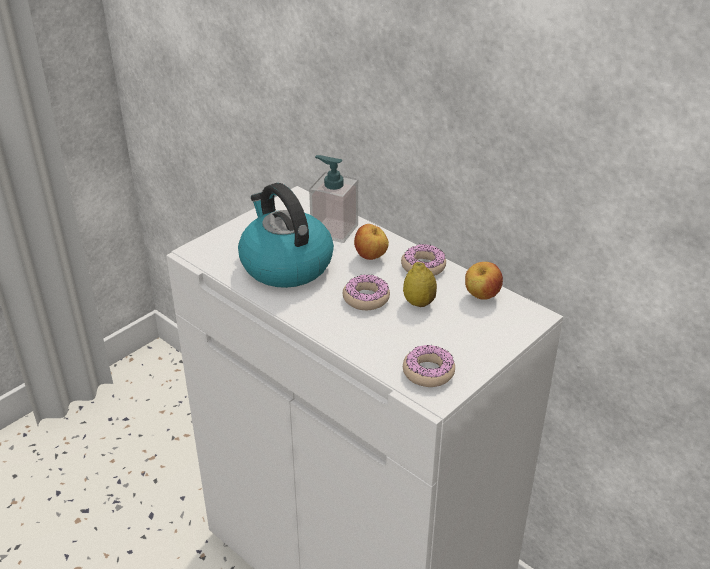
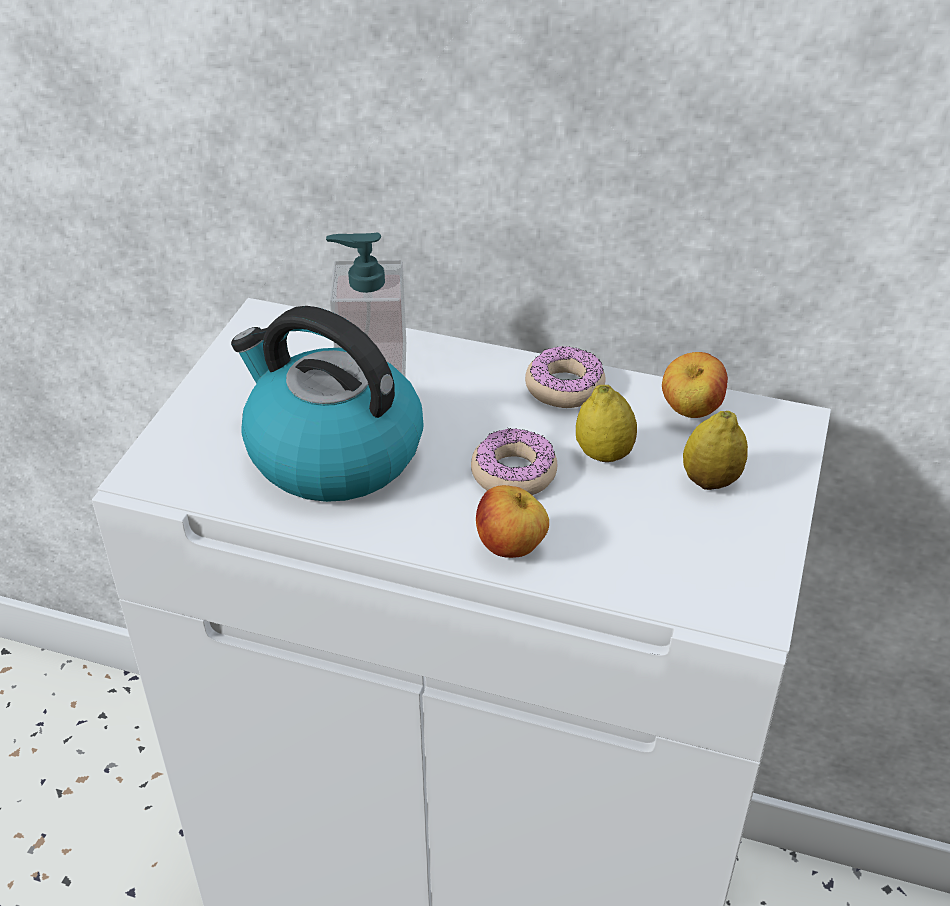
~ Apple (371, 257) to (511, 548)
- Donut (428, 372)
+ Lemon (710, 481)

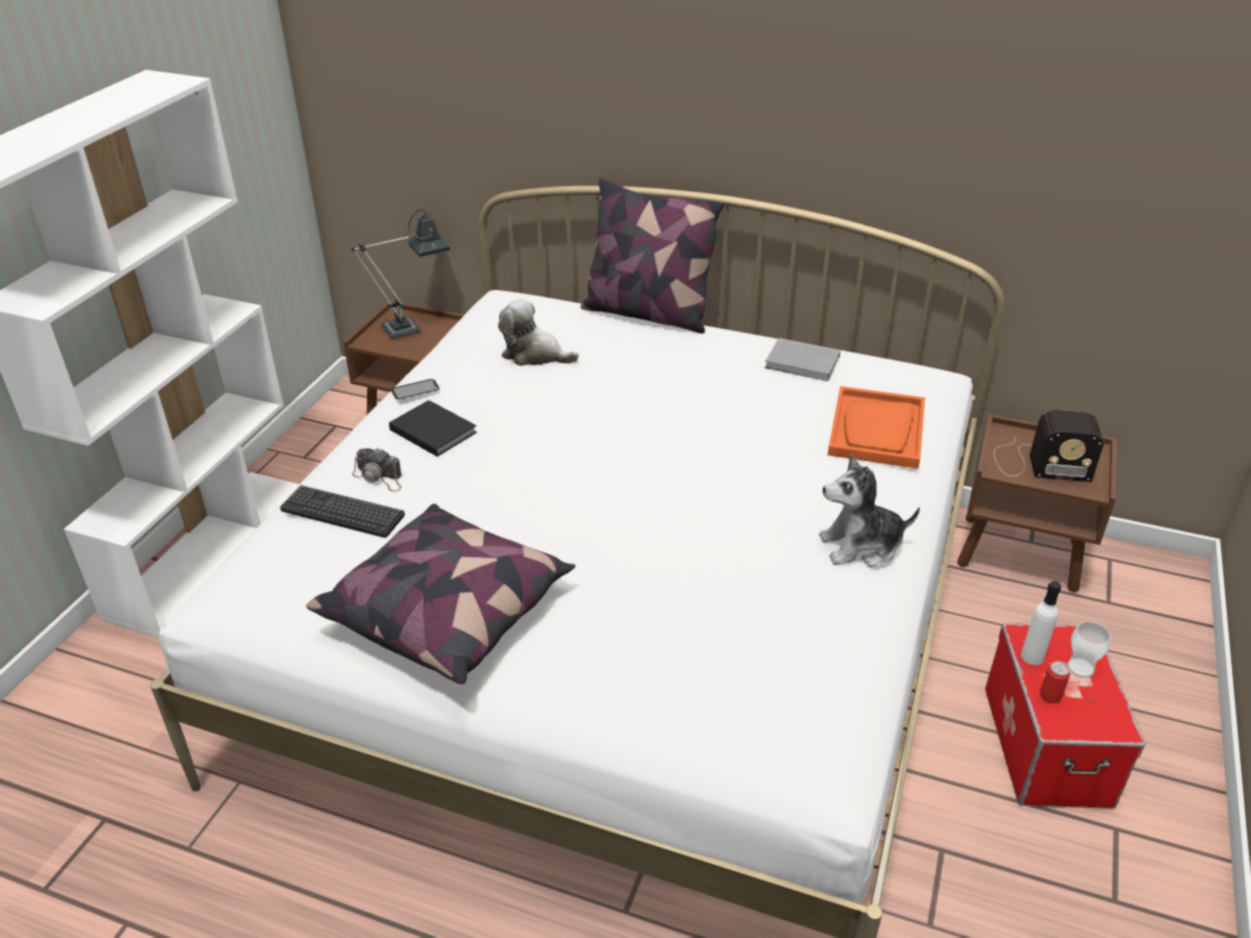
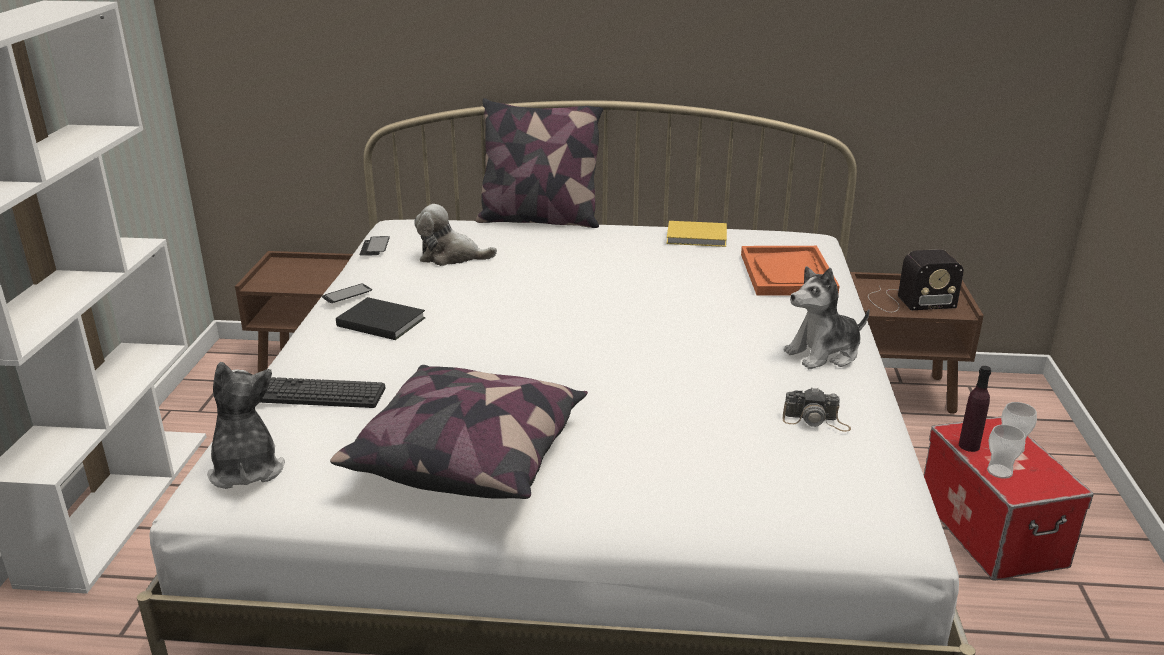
- TableLamp (410, 327)
~ PhotoCamera (379, 477) to (816, 421)
~ GreyBook (803, 363) to YellowBook (698, 237)
~ WhiteBottle (1032, 657) to PurpleBottle (969, 446)
~ Can (1050, 696) to Cup (999, 471)
+ PlushToy (246, 469)
+ Phone (374, 247)

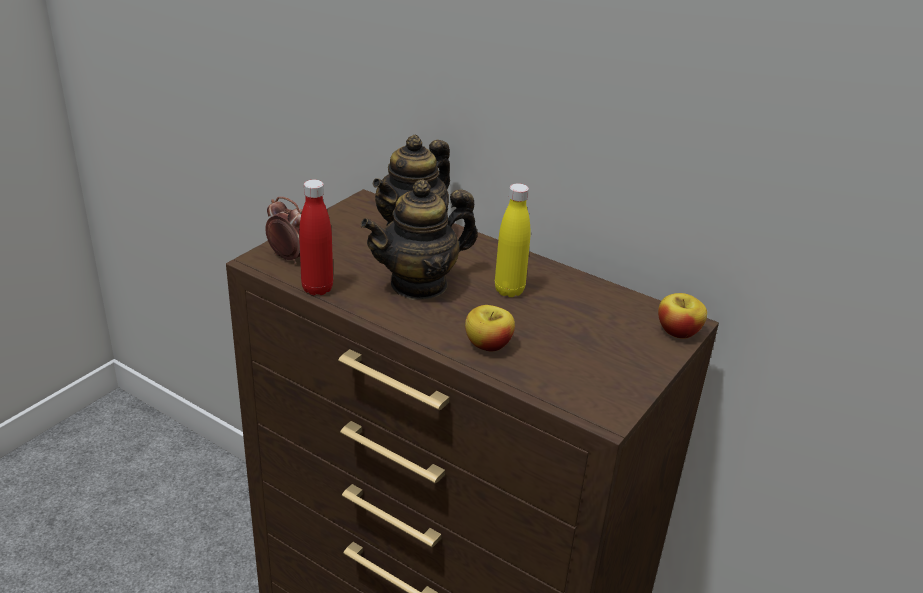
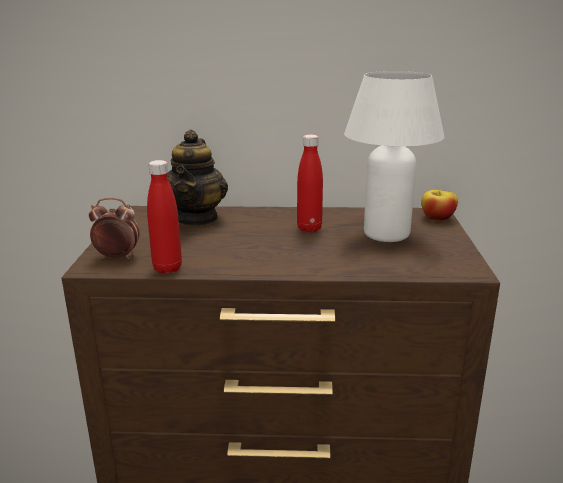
- Teapot (419, 284)
- Apple (488, 345)
~ YellowBottle (509, 290) to RedBottle (309, 228)
+ WhiteTableLamp (386, 234)

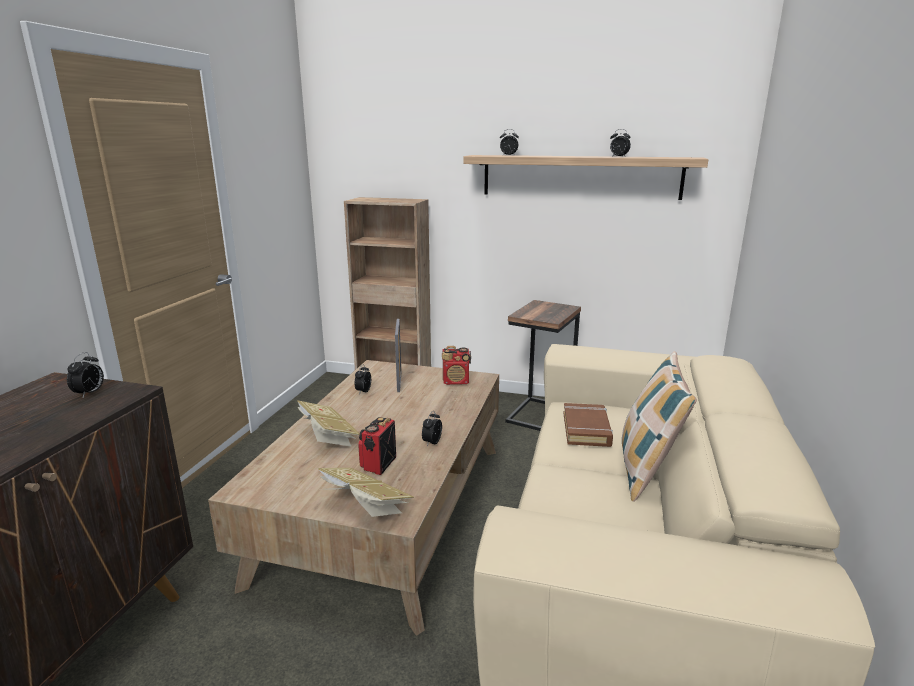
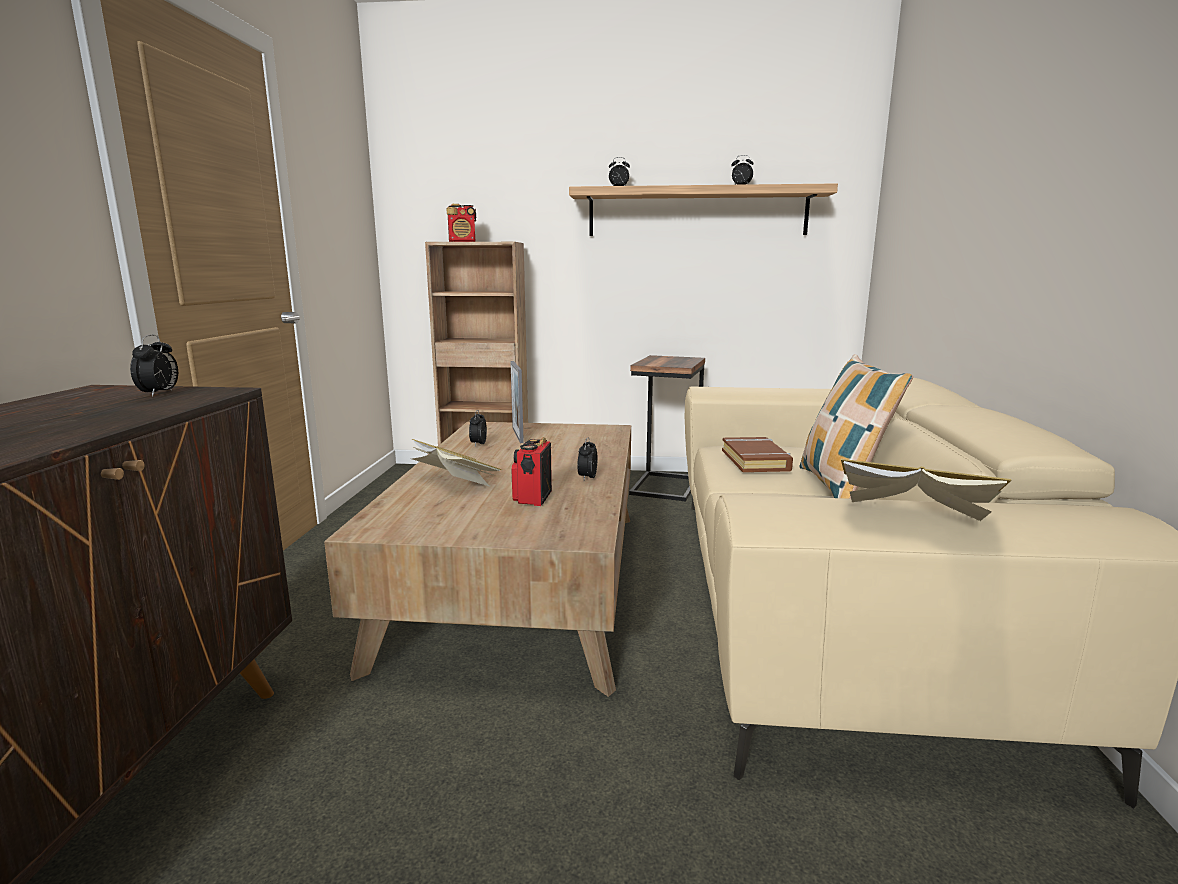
~ Book (364, 507) to (913, 519)
~ Radio (456, 382) to (462, 241)

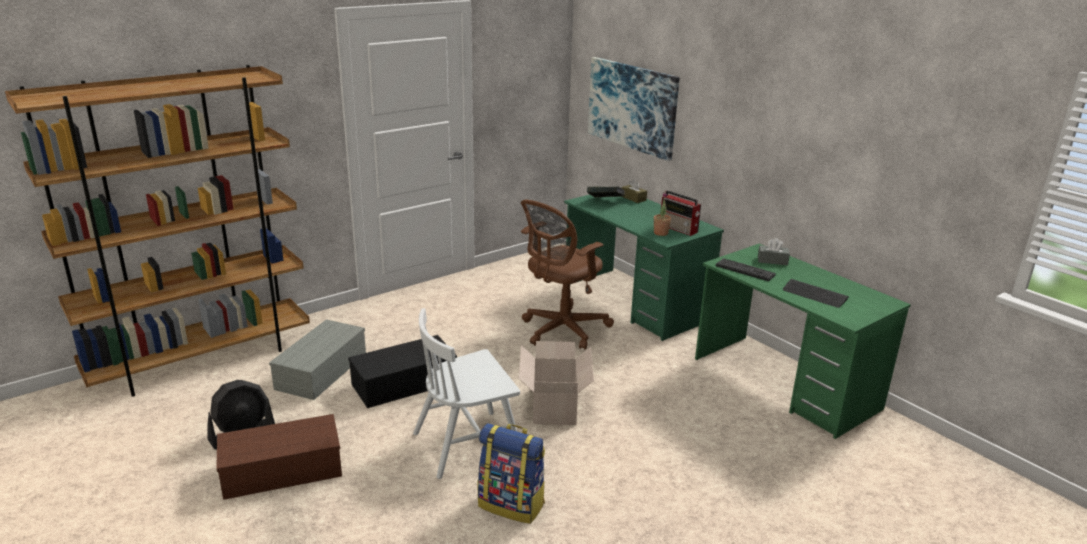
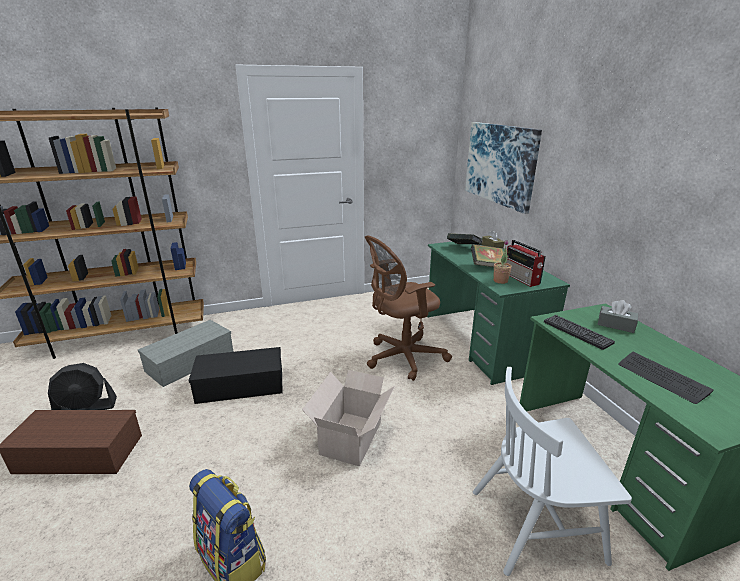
~ WhiteChair (467, 444) to (536, 524)
+ Book (487, 266)

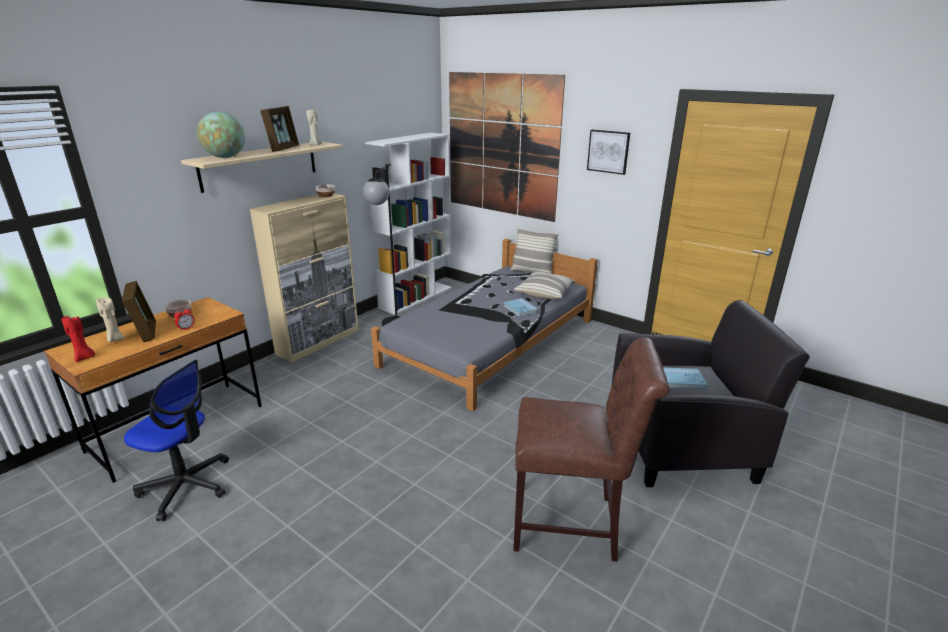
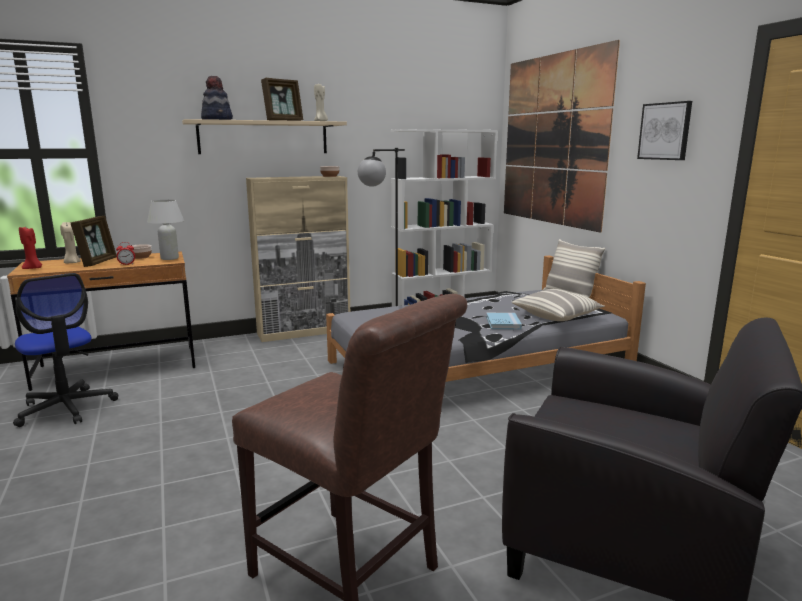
~ Globe (225, 157) to Hat (217, 119)
- BlueBook (681, 380)
+ WhiteTableLamp (169, 258)

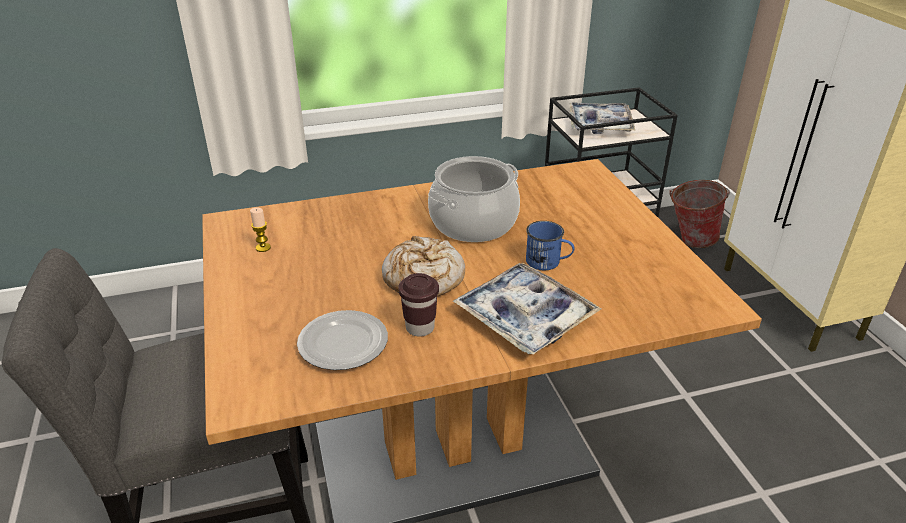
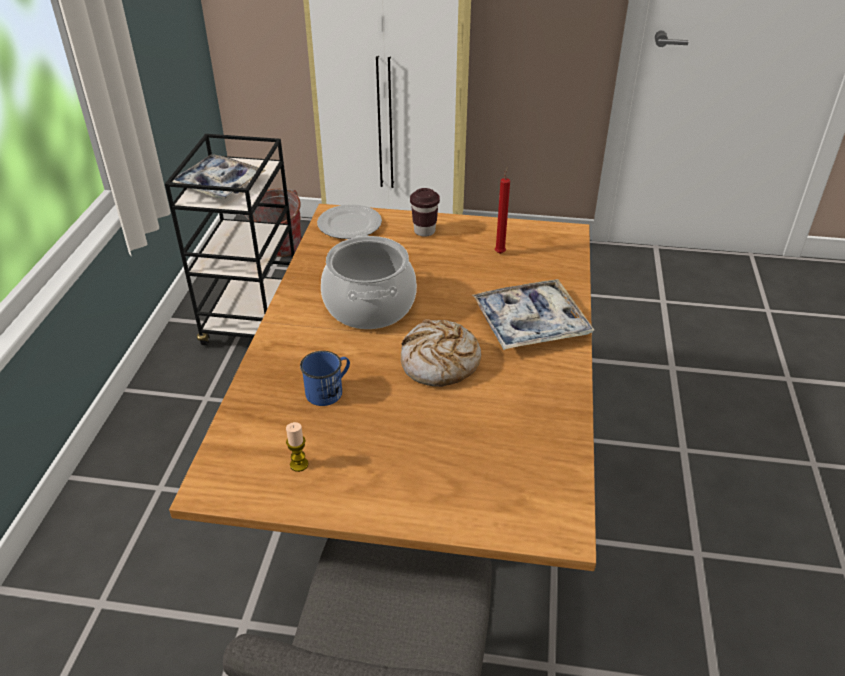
~ Plate (344, 343) to (349, 225)
~ BrownCup (420, 328) to (424, 231)
~ BlueMug (548, 262) to (329, 390)
+ RedCandle (500, 252)

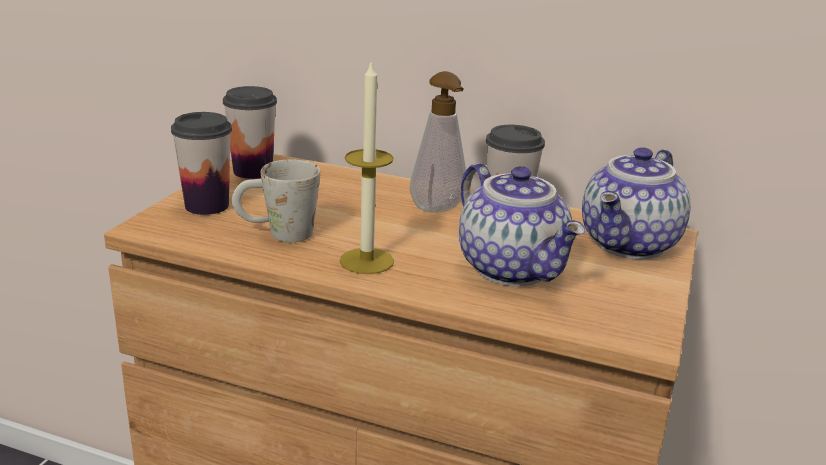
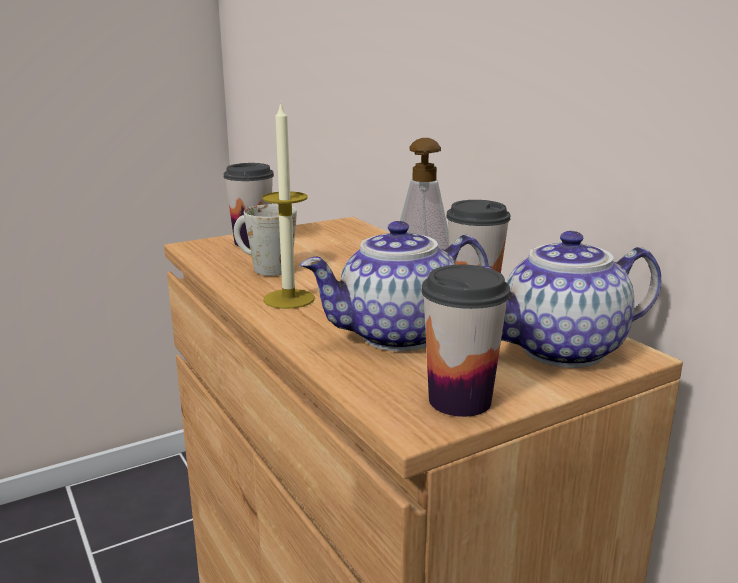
~ Cup (253, 171) to (459, 400)
~ Teapot (514, 269) = (398, 336) 60 degrees clockwise

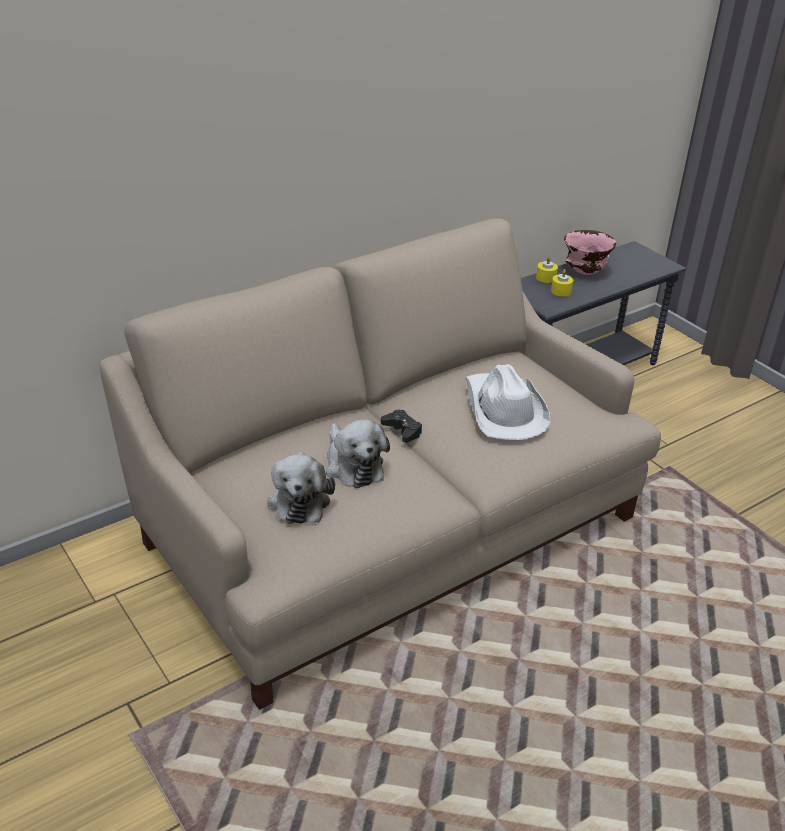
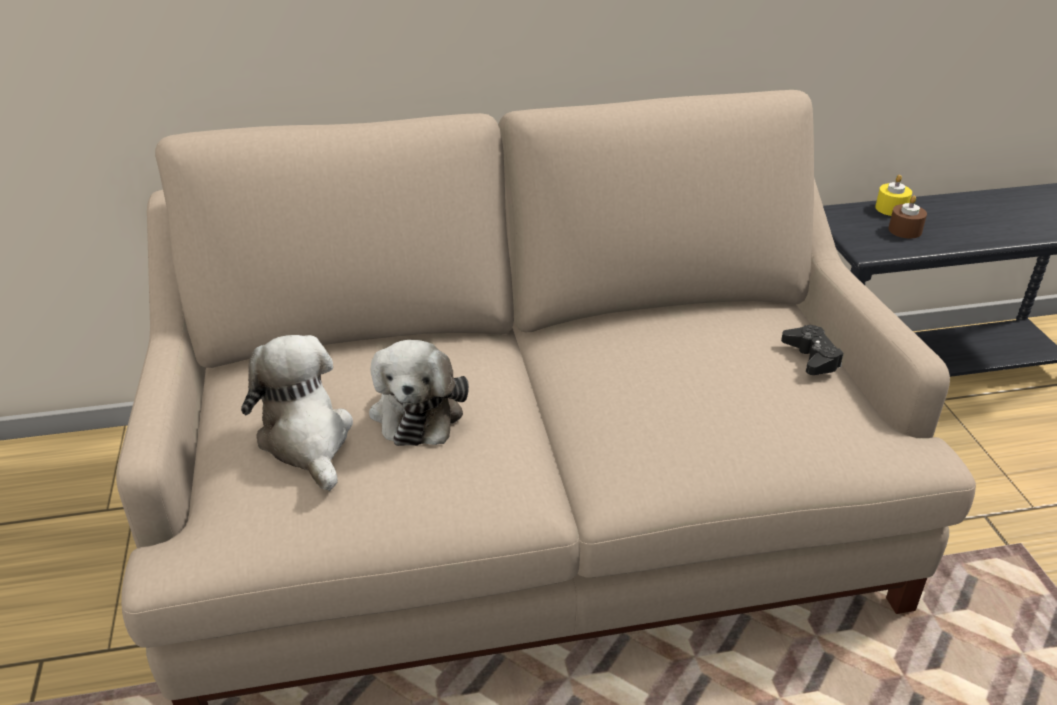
~ PlushToy (299, 499) = (307, 440) 135 degrees clockwise
~ BlackGameController (402, 430) to (812, 357)
- WhiteHat (503, 409)
~ YellowCandle (561, 291) to BrownCandle (905, 230)
- PinkBowl (584, 272)

